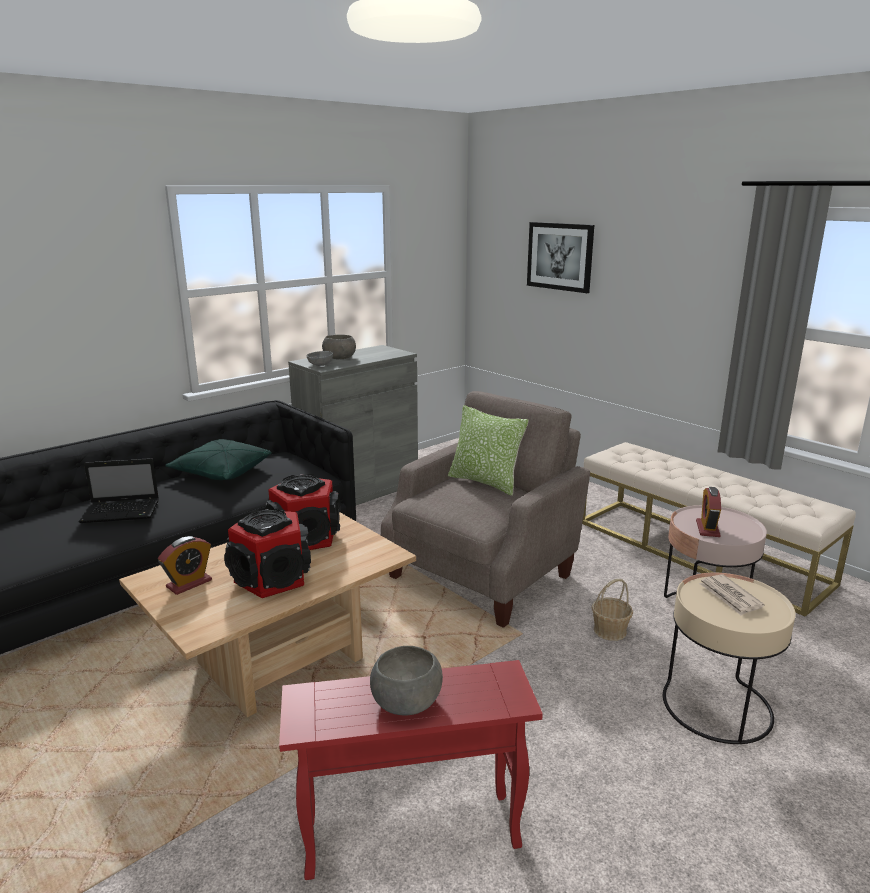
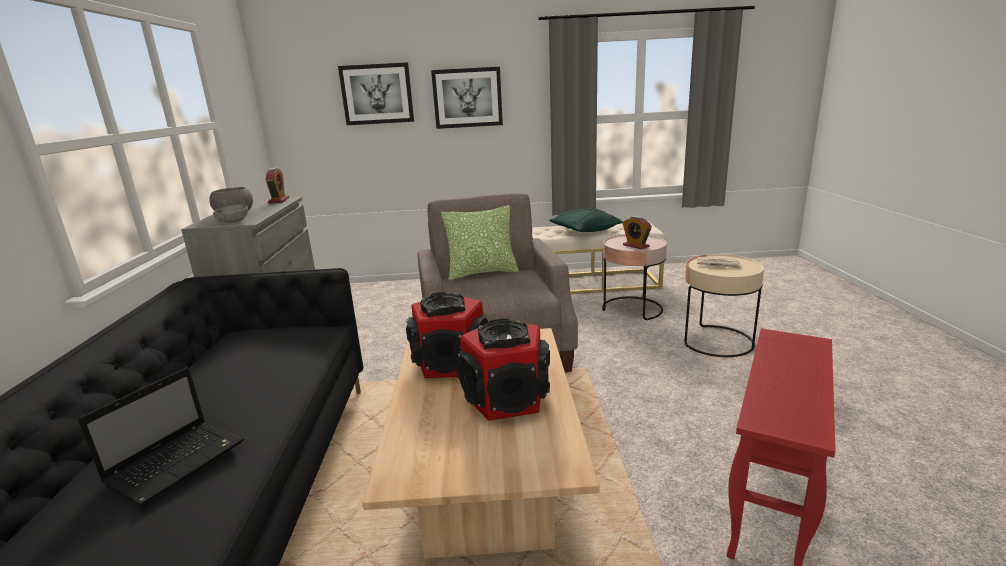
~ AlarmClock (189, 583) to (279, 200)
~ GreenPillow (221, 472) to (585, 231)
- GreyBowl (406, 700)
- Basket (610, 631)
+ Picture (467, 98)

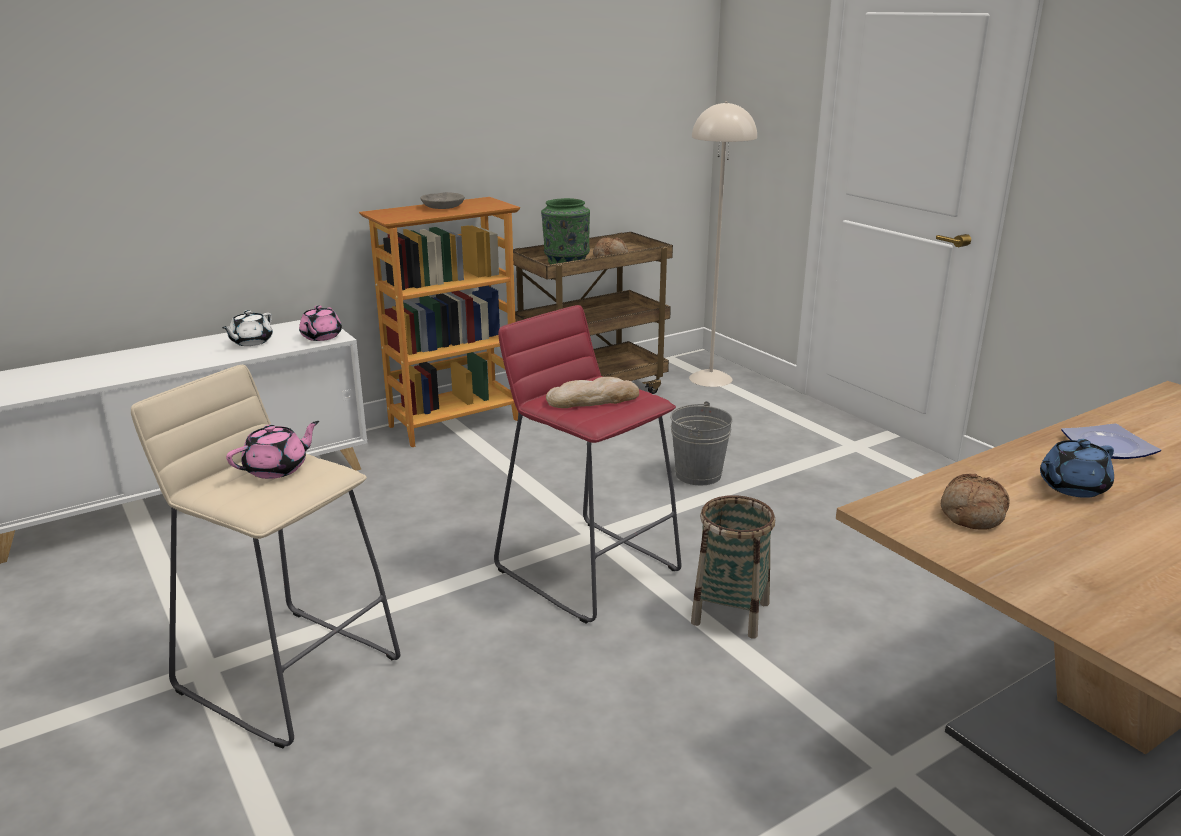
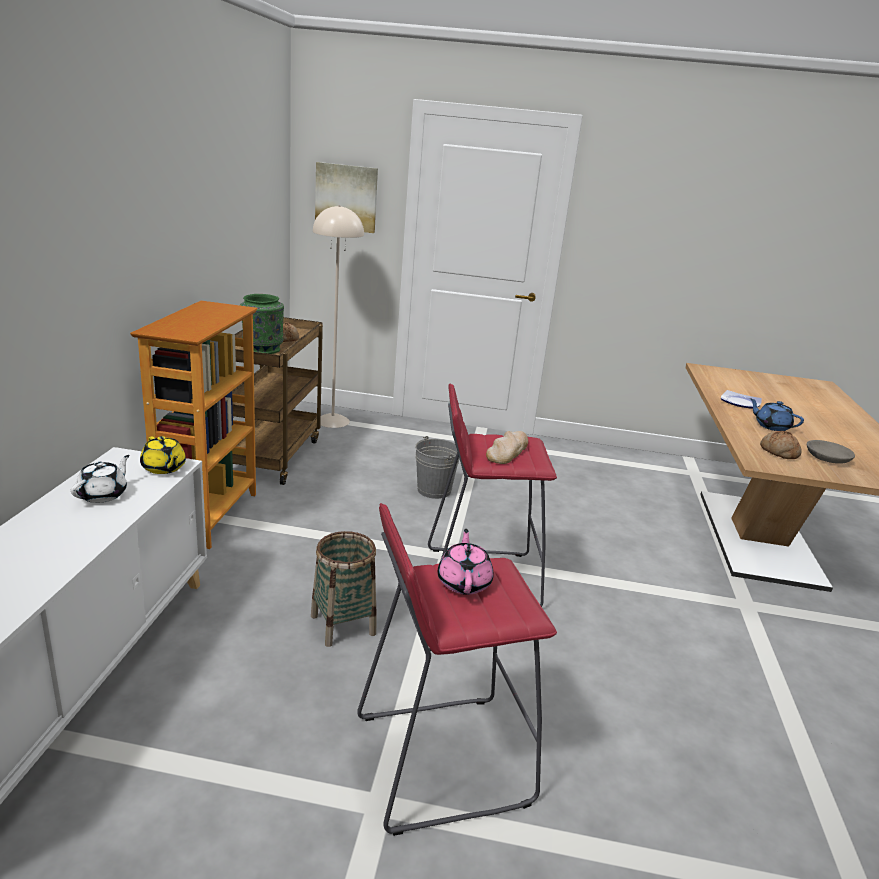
~ BeigeStool (289, 672) to RedStool (440, 759)
~ WhiteTeapot (251, 342) = (103, 494) 135 degrees counterclockwise
~ PinkTeapot (321, 337) to YellowTeapot (164, 468)
~ GreyBowl (443, 207) to (826, 458)
~ Basket (730, 613) to (342, 624)
~ BlueTeapot (1071, 487) = (771, 426) 120 degrees clockwise
+ Picture (346, 197)

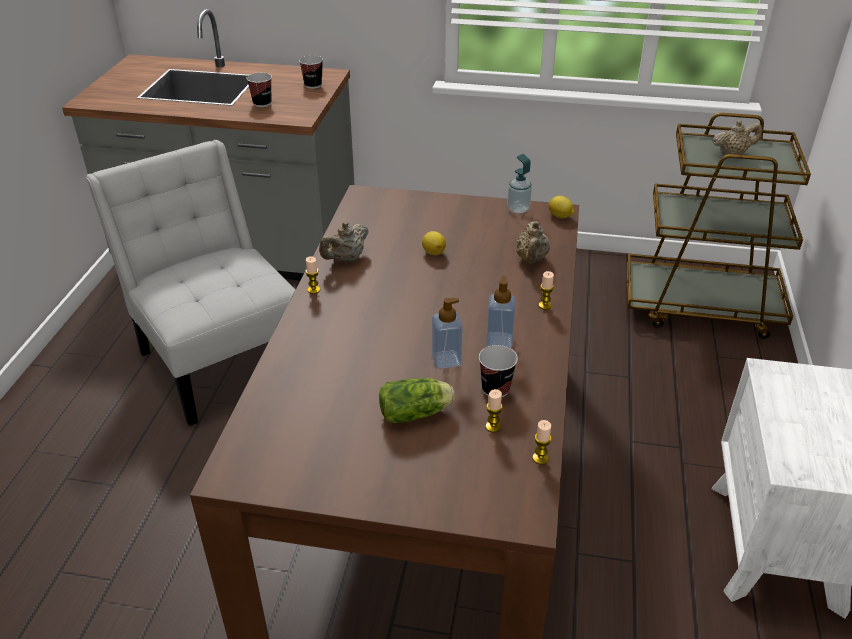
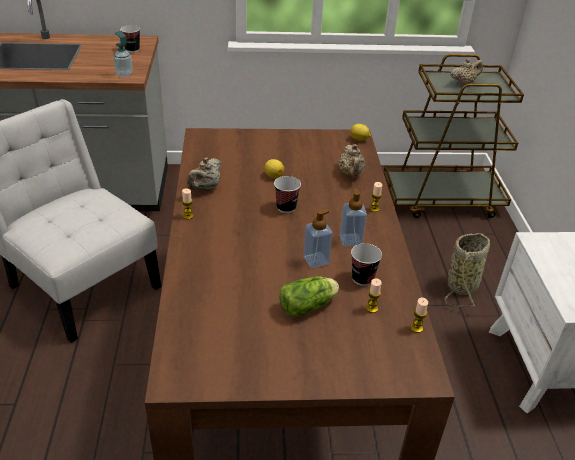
~ Cup (262, 103) to (286, 207)
~ SoapDispenser (518, 209) to (124, 74)
+ Basket (463, 284)

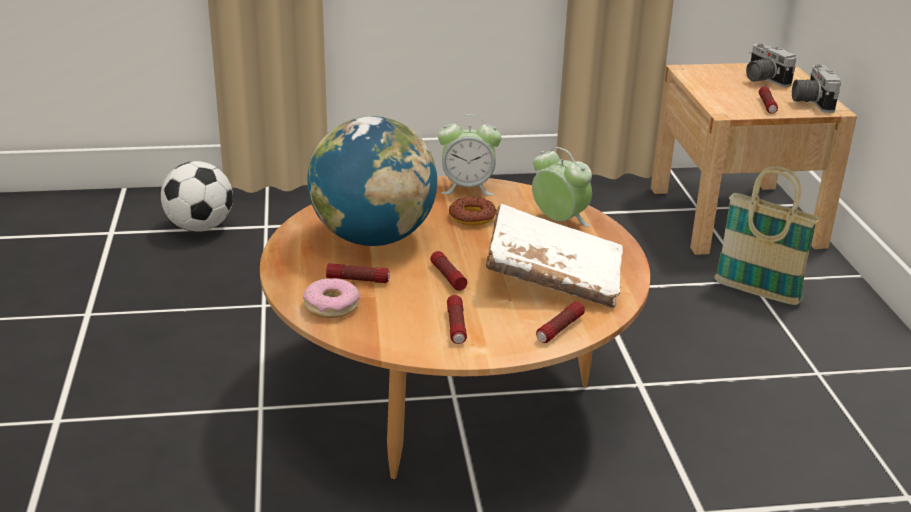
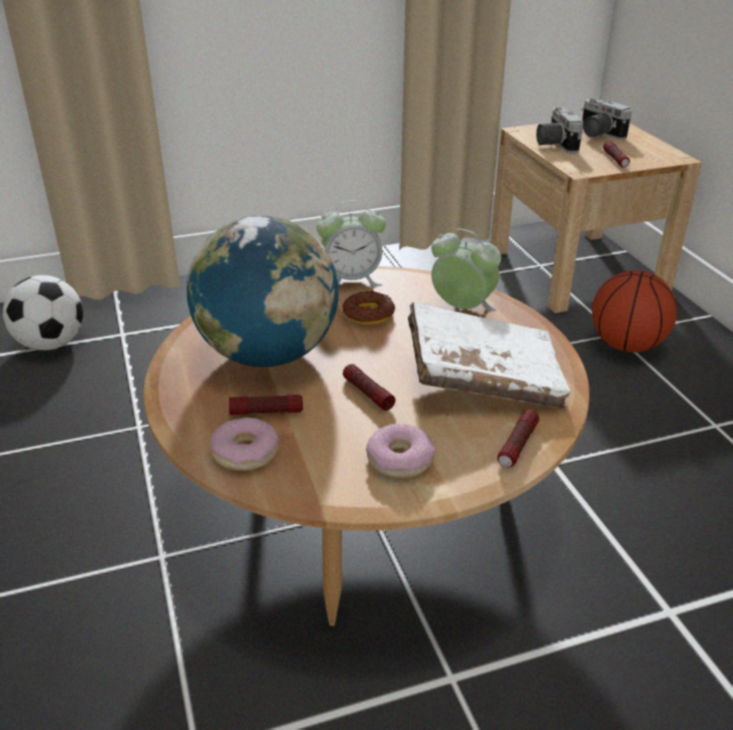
~ Flashlight (456, 326) to Donut (400, 459)
~ Basket (757, 292) to Basketball (626, 345)
~ PhotoCamera (810, 102) to (554, 144)

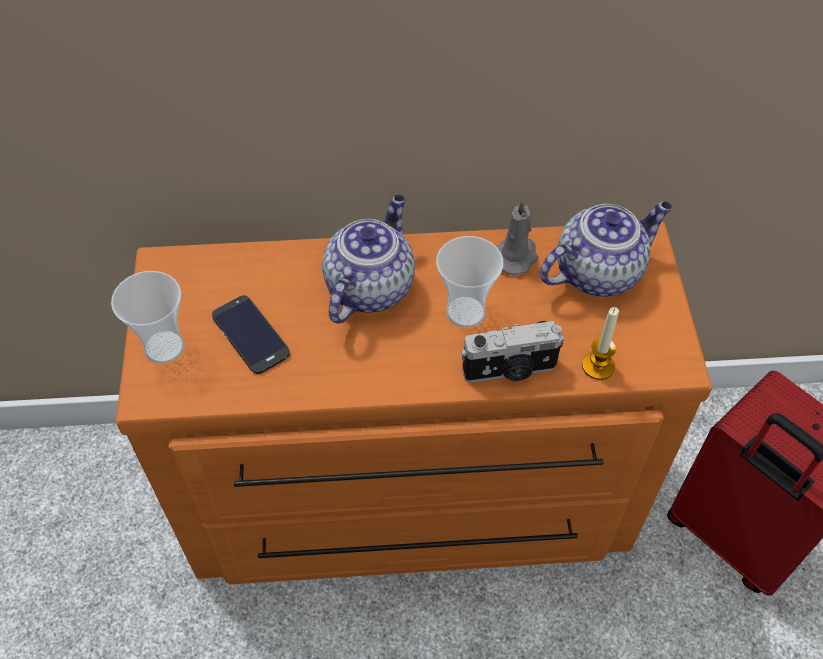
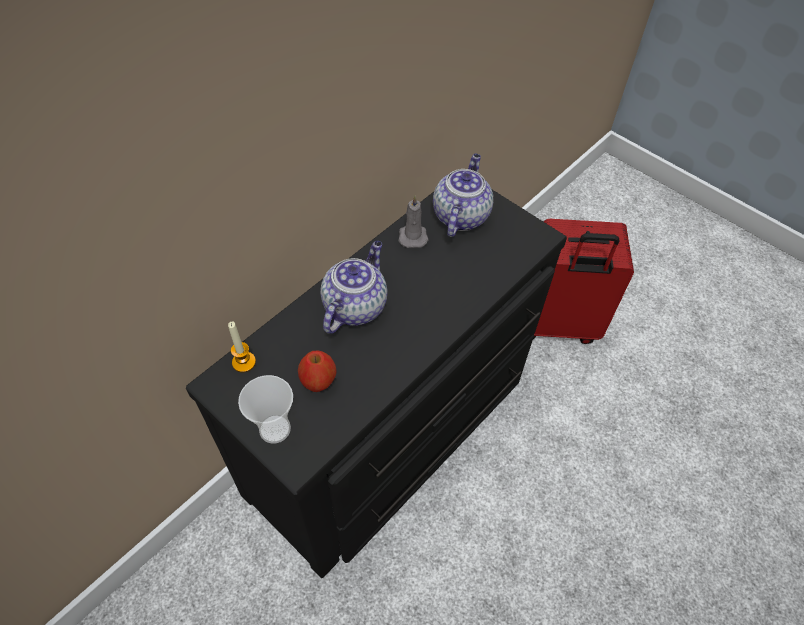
~ OrangeDresser (411, 500) to BlackDresser (396, 432)
~ Phone (250, 335) to Apple (318, 382)
~ Teapot (369, 286) = (355, 306) 45 degrees clockwise
- Cup (465, 312)
- PhotoCamera (510, 370)
~ Candle (598, 366) to (244, 362)

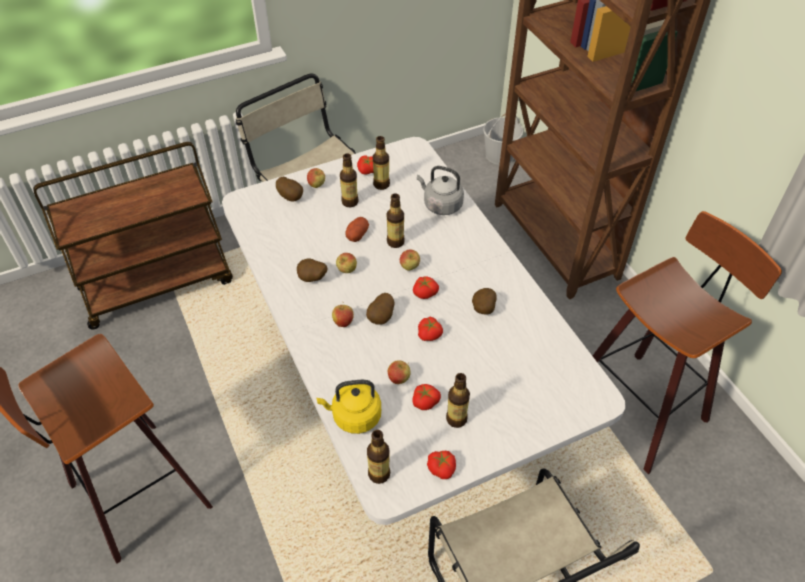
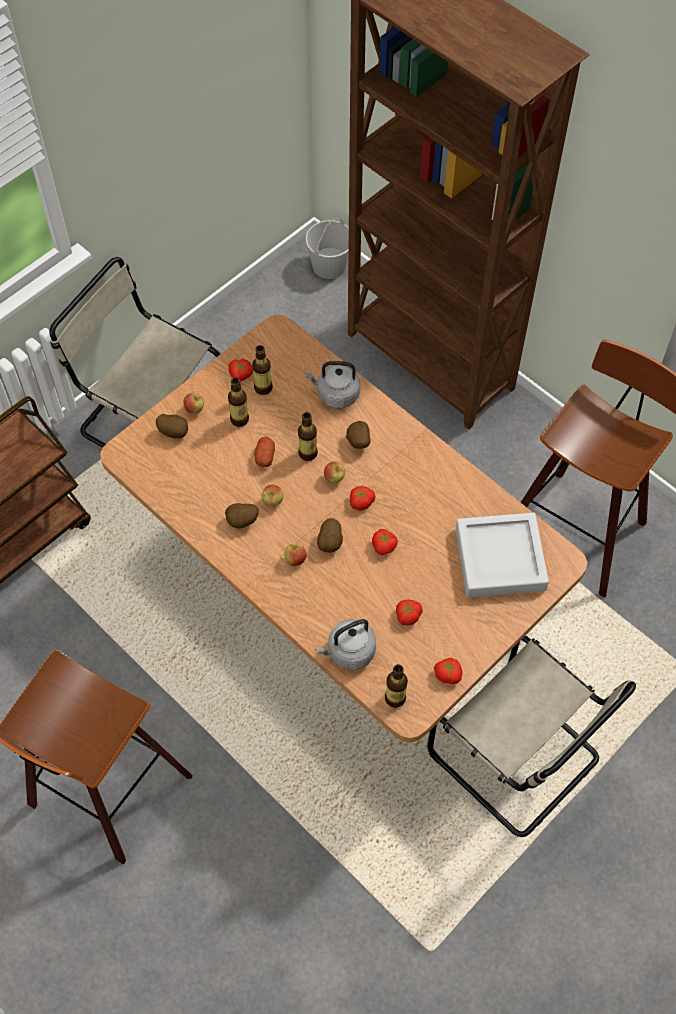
~ WhiteDiningTable (401, 401) to BrownDiningTable (337, 601)
~ YellowKettle (354, 417) to GreyKettle (349, 652)
- Apple (399, 379)
- Bottle (456, 419)
~ Potato (482, 309) to (358, 442)
+ GreyTray (500, 559)

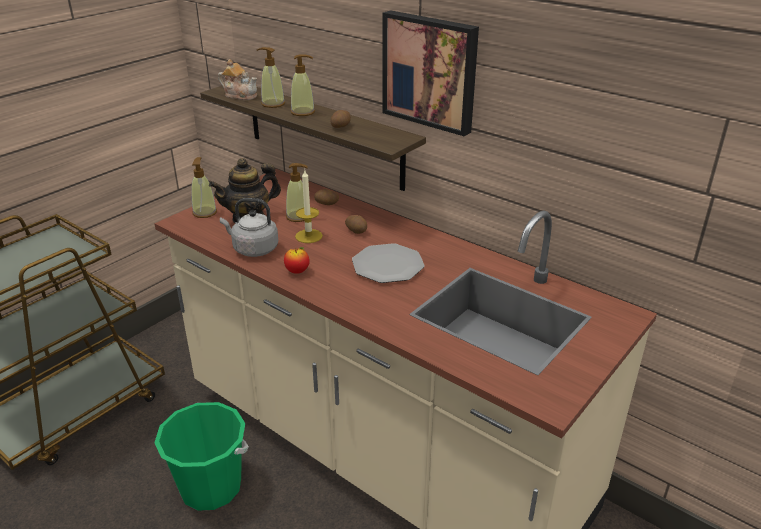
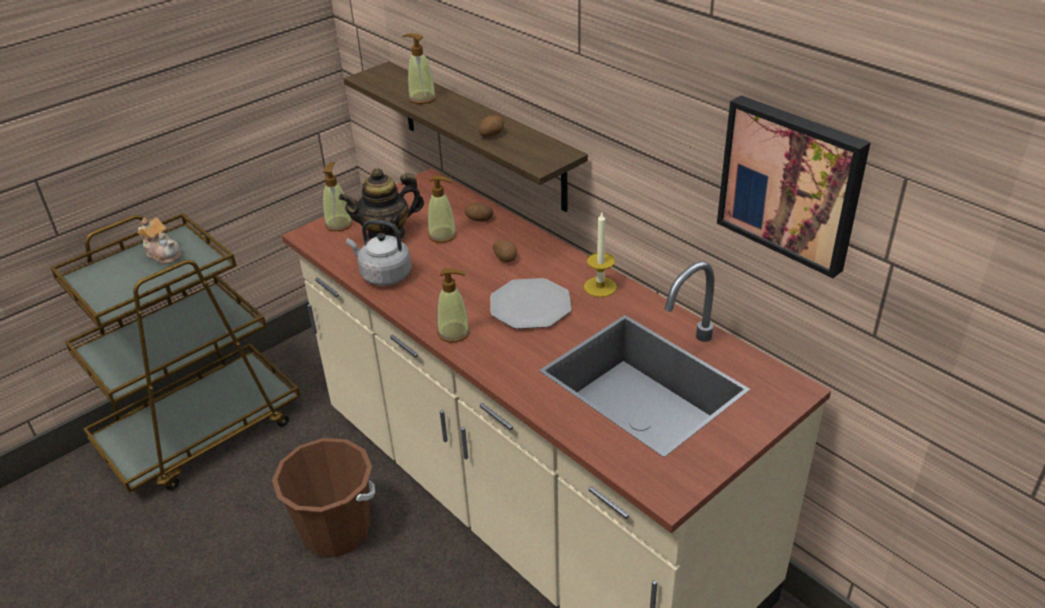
~ GreenBucket (211, 487) to BrownBucket (336, 531)
~ Teapot (240, 95) to (163, 254)
- Apple (297, 271)
~ SoapDispenser (303, 112) to (454, 332)
~ Candle (308, 236) to (600, 287)
~ Picture (430, 71) to (792, 183)

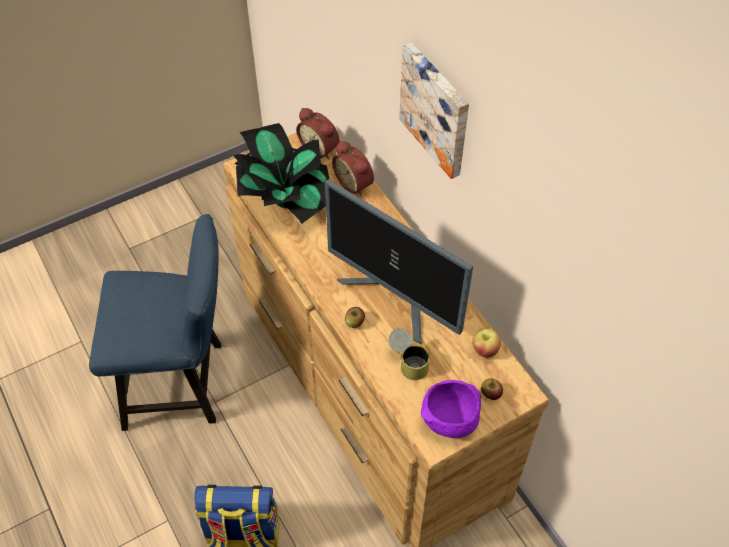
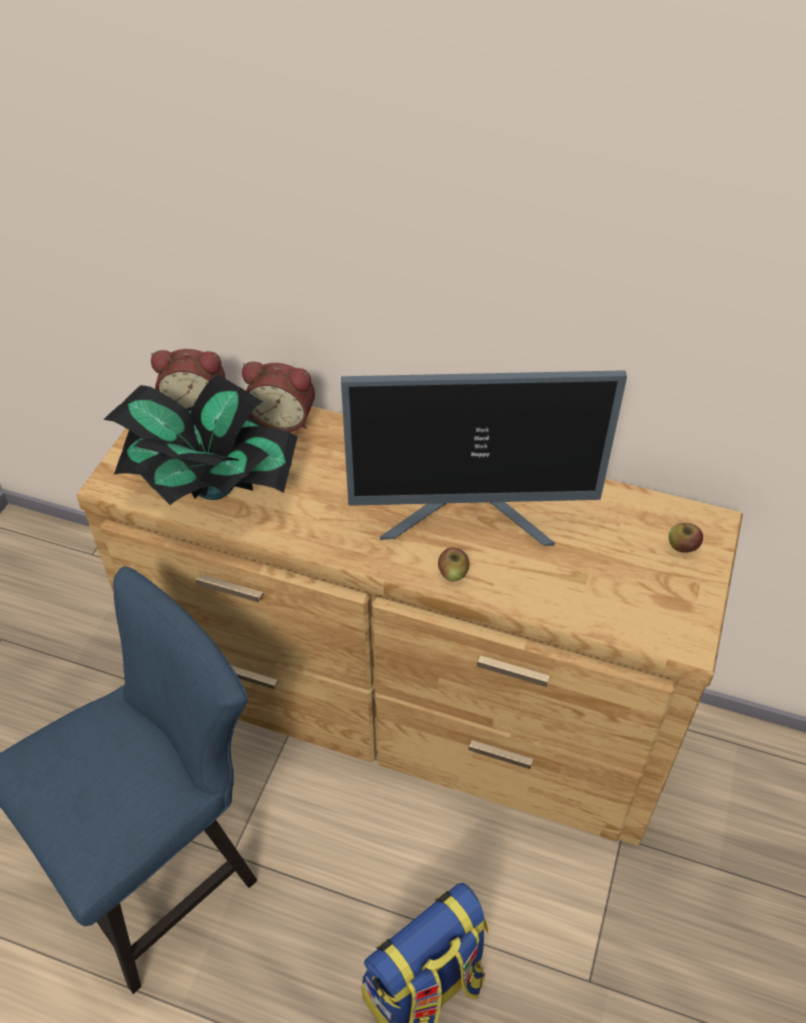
- Can (408, 362)
- Picture (437, 109)
- PurpleBowl (449, 422)
- Apple (484, 349)

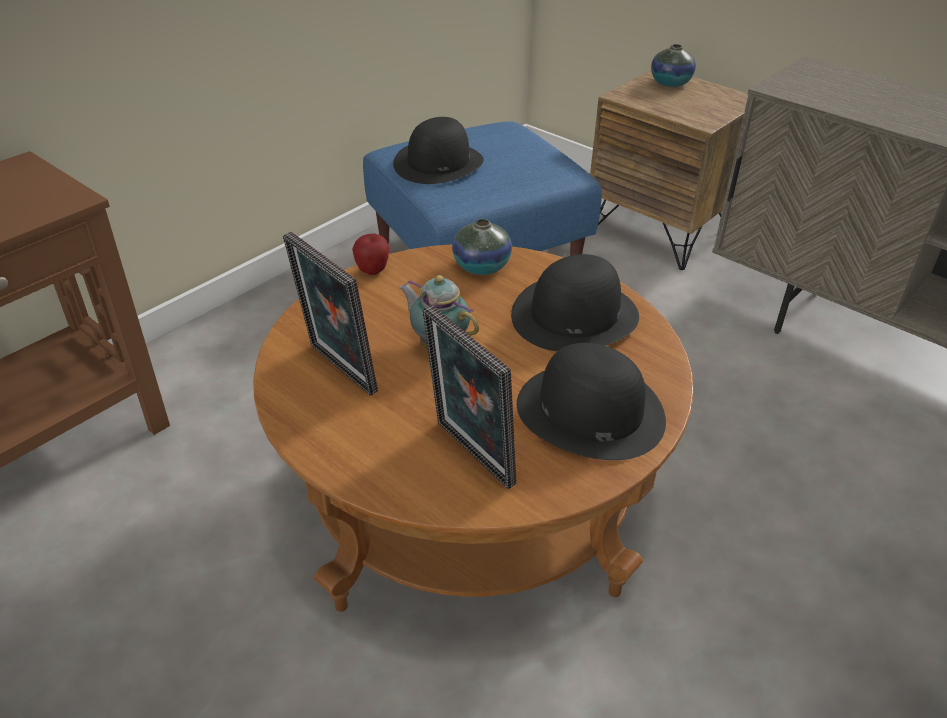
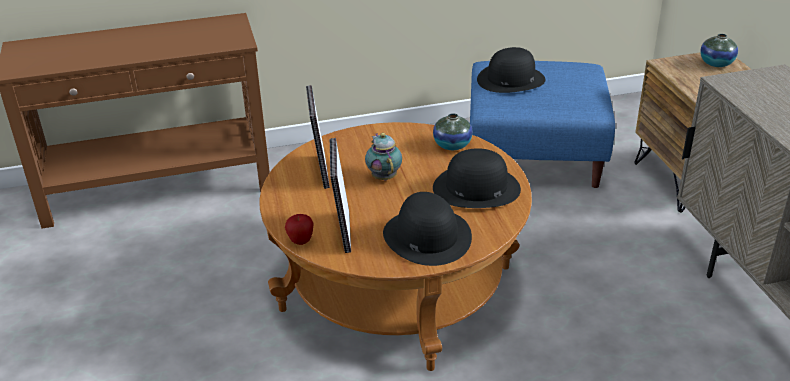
~ Apple (372, 271) to (300, 241)

